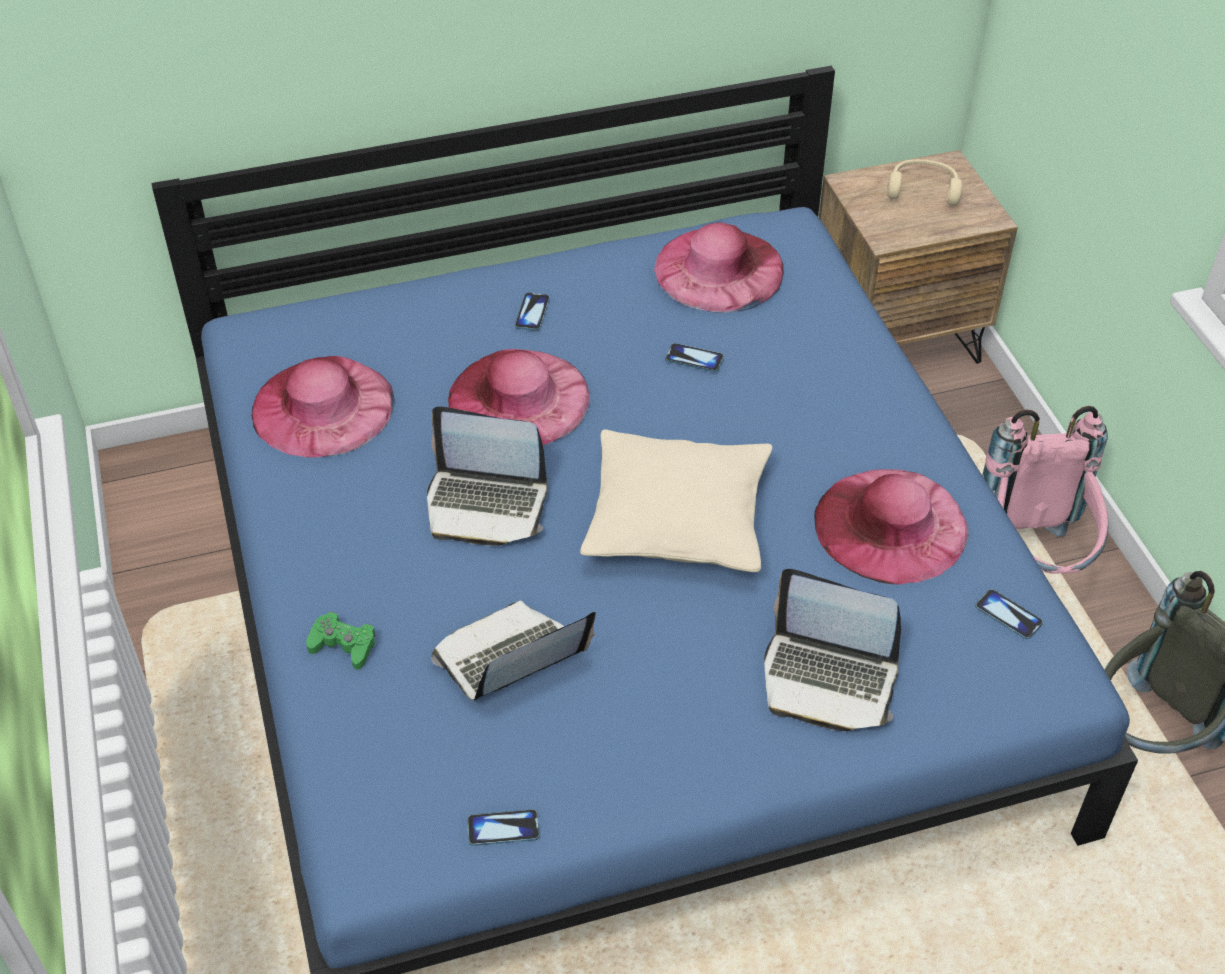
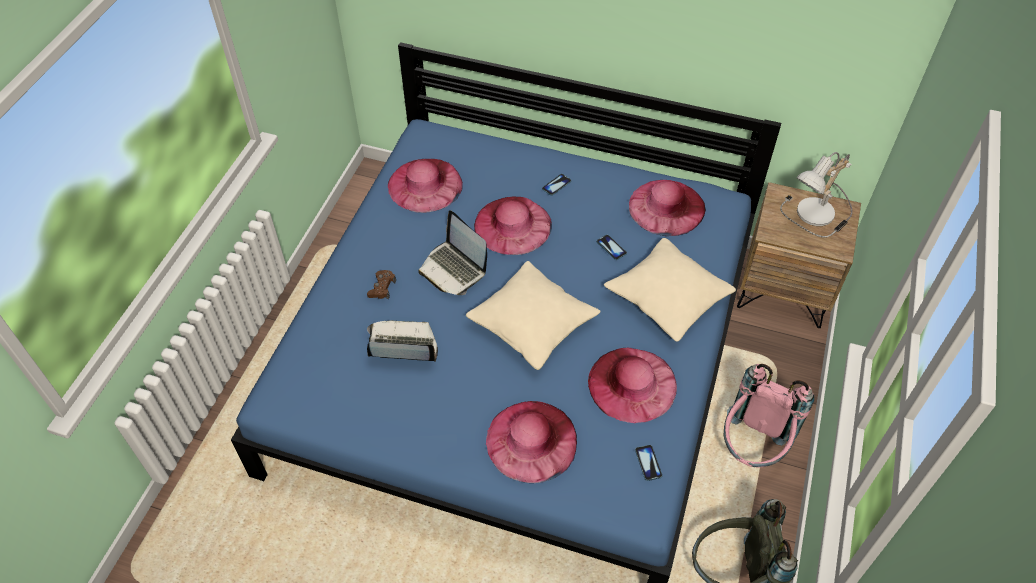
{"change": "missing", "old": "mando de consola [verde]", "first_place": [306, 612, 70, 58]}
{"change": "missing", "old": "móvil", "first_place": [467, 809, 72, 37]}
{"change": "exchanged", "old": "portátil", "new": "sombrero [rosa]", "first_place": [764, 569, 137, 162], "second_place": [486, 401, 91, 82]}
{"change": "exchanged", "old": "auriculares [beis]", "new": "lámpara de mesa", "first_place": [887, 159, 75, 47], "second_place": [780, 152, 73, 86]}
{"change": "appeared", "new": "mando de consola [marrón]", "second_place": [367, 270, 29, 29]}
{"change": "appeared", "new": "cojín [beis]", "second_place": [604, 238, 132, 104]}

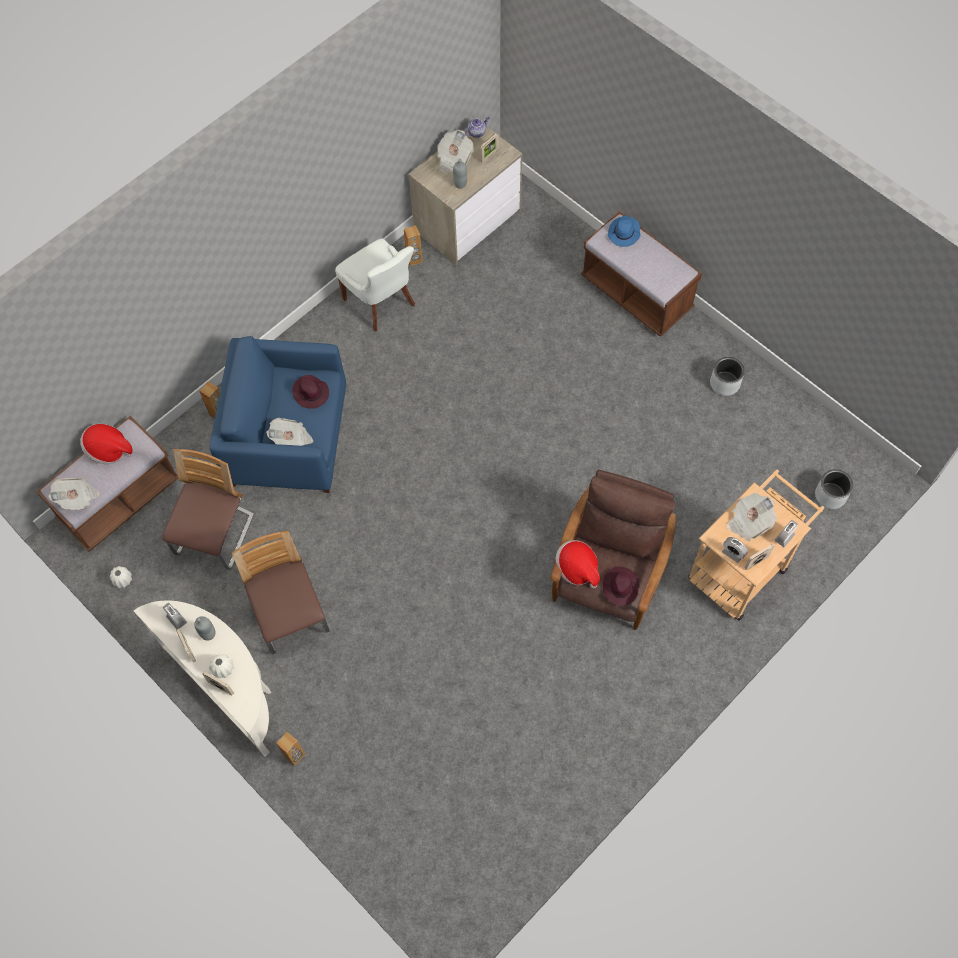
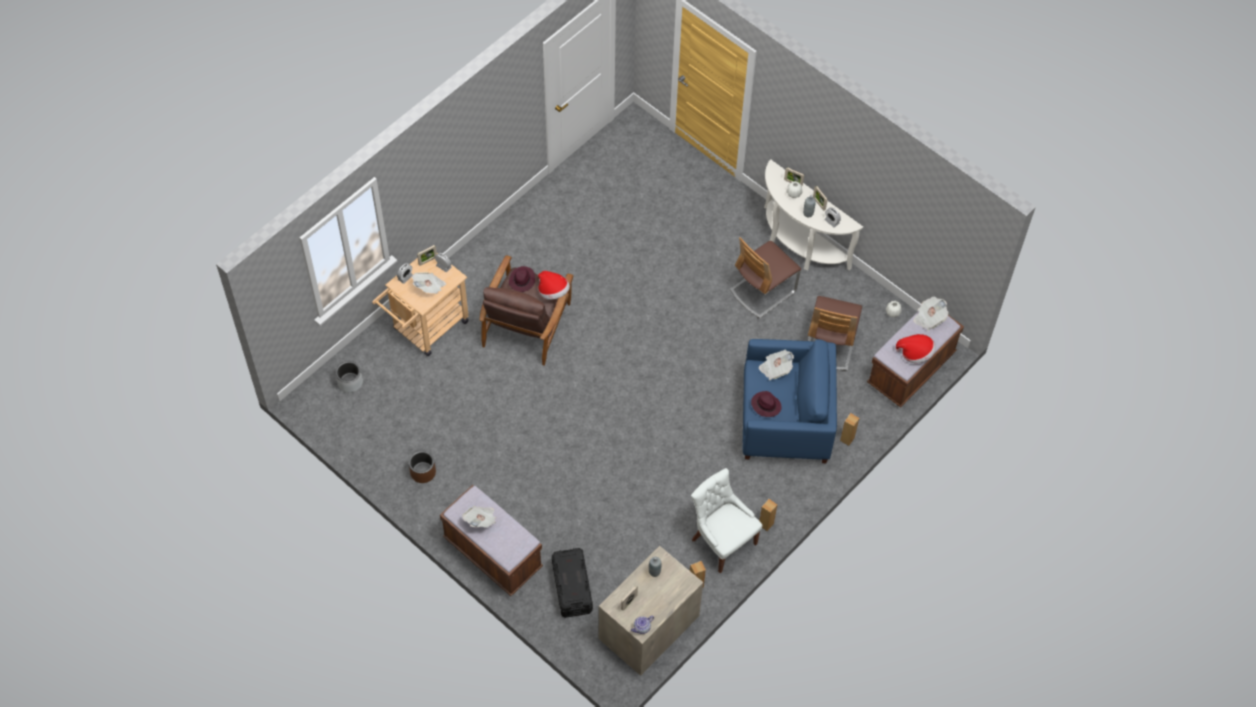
{"change": "spun", "old": "silla", "first_place": [232, 531, 98, 124], "second_place": [730, 237, 71, 81], "degrees": 75}
{"change": "relocated", "old": "altavoz [marrón]", "first_place": [276, 732, 30, 34], "second_place": [759, 499, 18, 32]}
{"change": "relocated", "old": "periódico", "first_place": [437, 130, 37, 42], "second_place": [462, 506, 34, 22]}
{"change": "missing", "old": "sombrero [azul]", "first_place": [608, 216, 33, 31]}
{"change": "colour", "old": "maceta [gris]", "new": "maceta [marrón]", "first_place": [710, 357, 35, 39], "second_place": [409, 451, 27, 32]}
{"change": "appeared", "new": "caja de almacenaje [negro]", "second_place": [552, 548, 41, 70]}

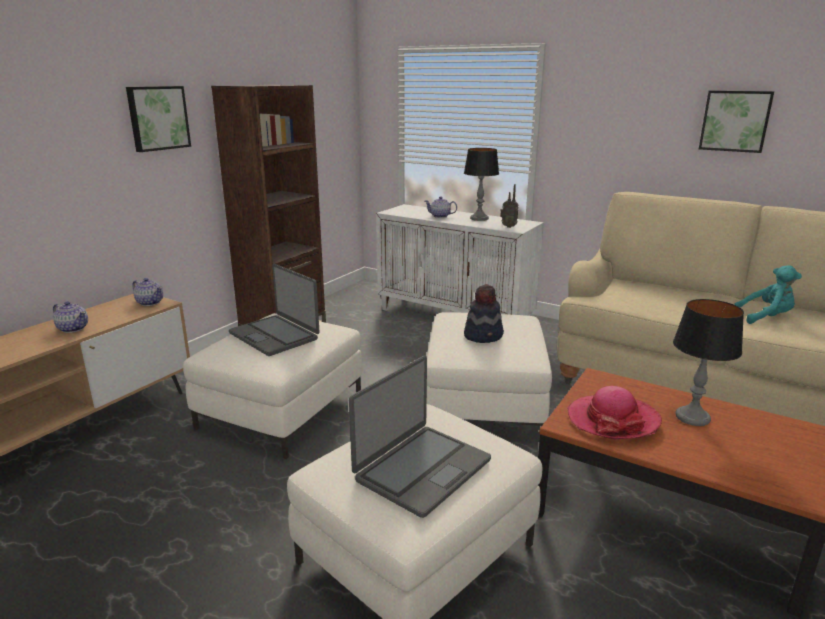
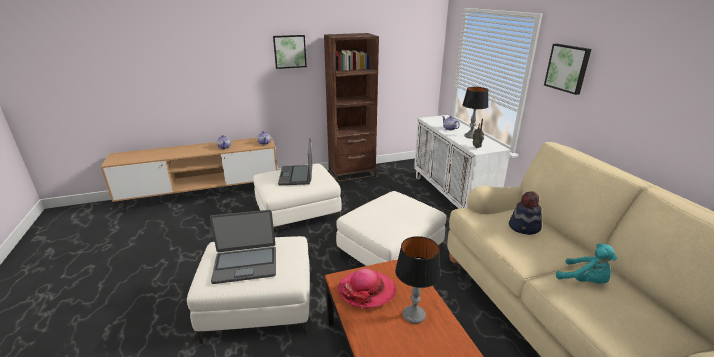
{"change": "relocated", "old": "sombrero", "first_place": [464, 284, 40, 59], "second_place": [509, 191, 33, 44]}
{"change": "relocated", "old": "cuadro", "first_place": [699, 90, 75, 63], "second_place": [544, 44, 47, 51]}

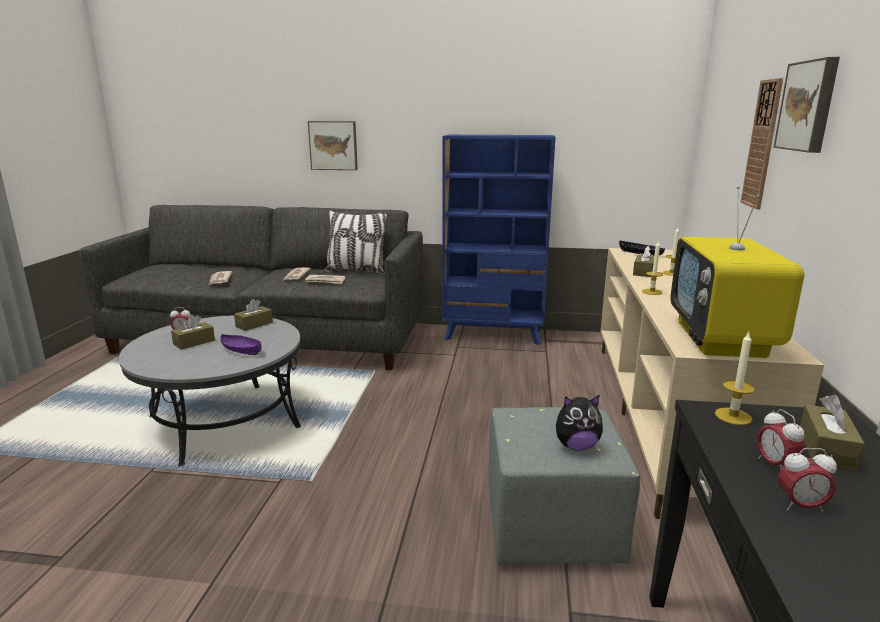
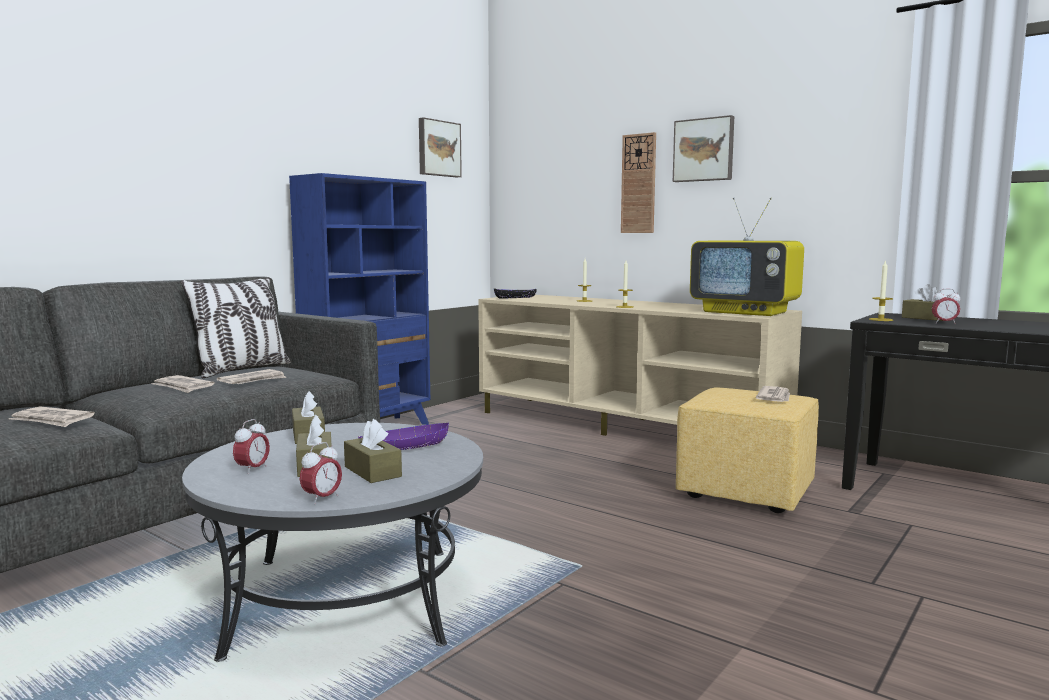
{"change": "relocated", "old": "cuadro", "first_place": [308, 121, 50, 49], "second_place": [419, 117, 43, 60]}
{"change": "colour", "old": "puf [gris]", "new": "puf [amarillo]", "first_place": [488, 407, 152, 157], "second_place": [676, 387, 143, 126]}
{"change": "exchanged", "old": "peluche", "new": "periódico", "first_place": [556, 395, 47, 56], "second_place": [756, 386, 34, 16]}
{"change": "relocated", "old": "caja de pañuelos [marrón]", "first_place": [633, 246, 21, 31], "second_place": [344, 419, 58, 64]}
{"change": "relocated", "old": "despertador", "first_place": [778, 448, 59, 64], "second_place": [300, 442, 42, 62]}

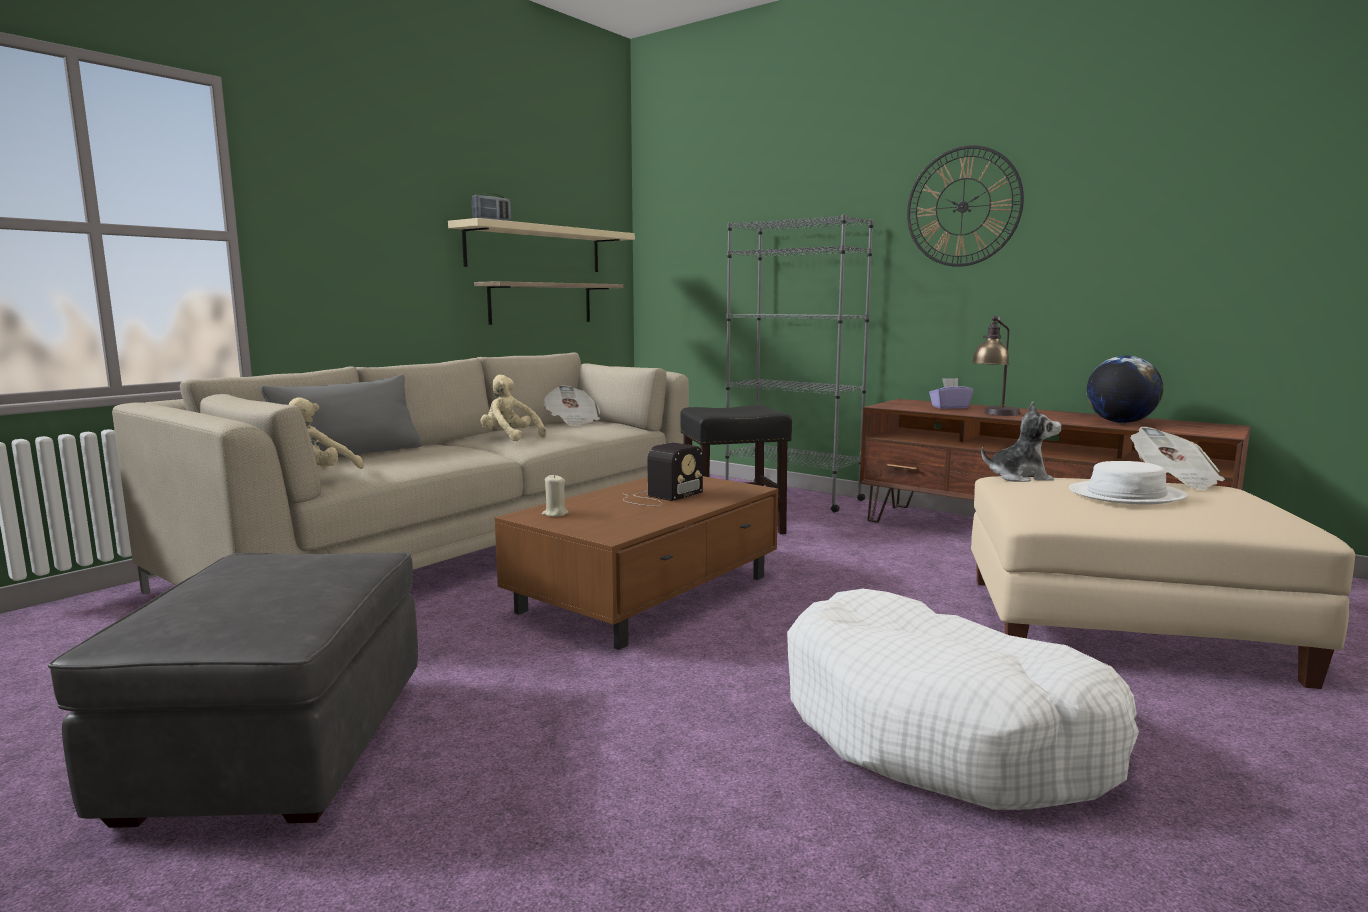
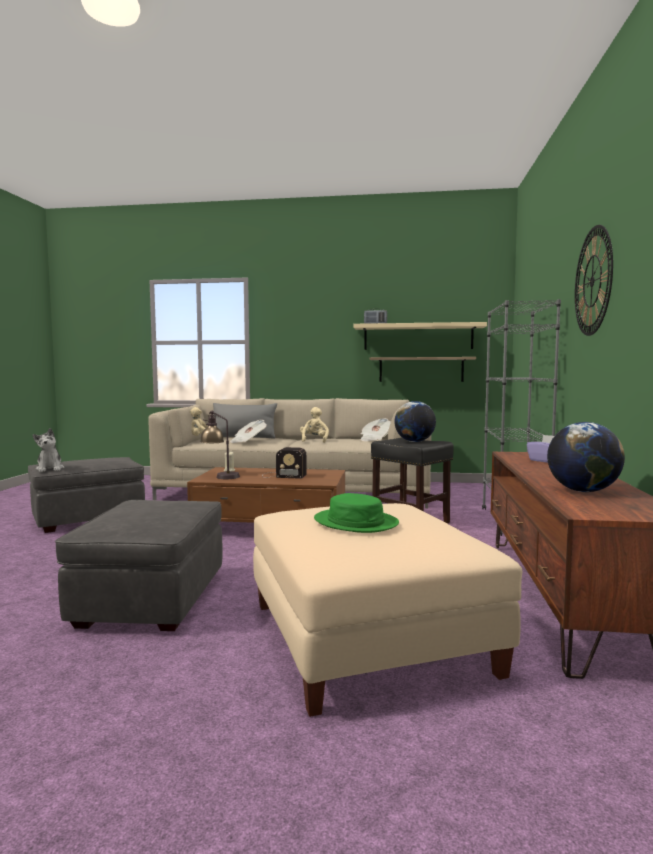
{"change": "exchanged", "old": "cama para perro [blanco]", "new": "puf [gris]", "first_place": [787, 589, 352, 221], "second_place": [55, 500, 167, 131]}
{"change": "relocated", "old": "lámpara de mesa", "first_place": [971, 316, 50, 100], "second_place": [200, 411, 40, 68]}
{"change": "relocated", "old": "peluche", "first_place": [981, 402, 80, 80], "second_place": [33, 428, 31, 44]}
{"change": "colour", "old": "sombrero [blanco]", "new": "sombrero [verde]", "first_place": [1069, 461, 119, 44], "second_place": [314, 493, 85, 40]}
{"change": "relocated", "old": "periódico", "first_place": [1130, 427, 95, 63], "second_place": [230, 420, 37, 23]}
{"change": "appeared", "new": "globo terráqueo", "second_place": [394, 401, 42, 41]}

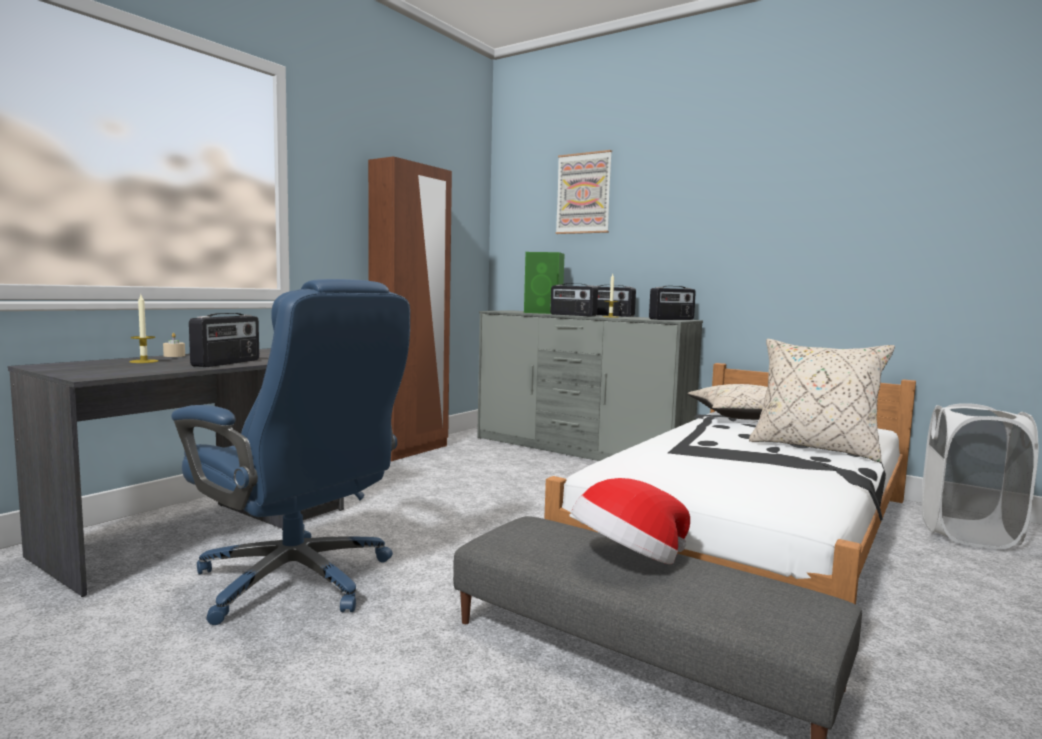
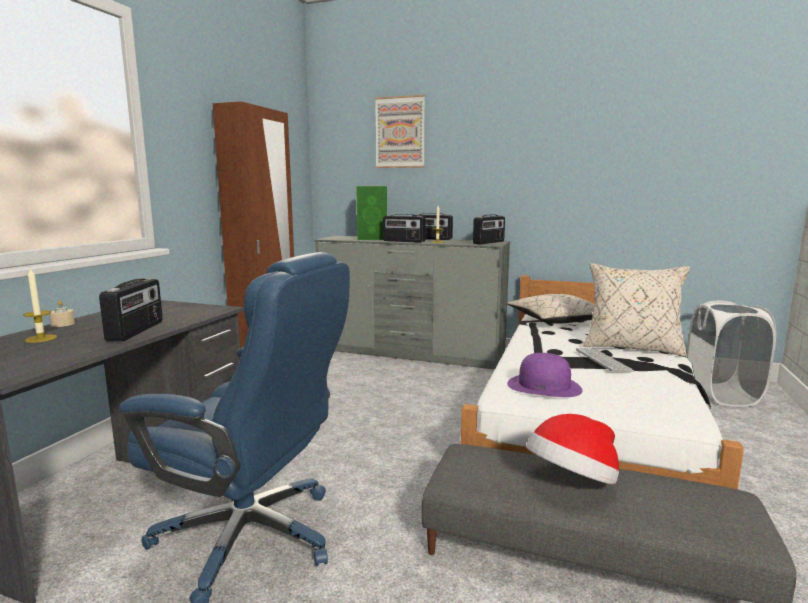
{"change": "appeared", "new": "sombrero [morado]", "second_place": [507, 353, 76, 44]}
{"change": "appeared", "new": "teclado", "second_place": [576, 348, 58, 24]}

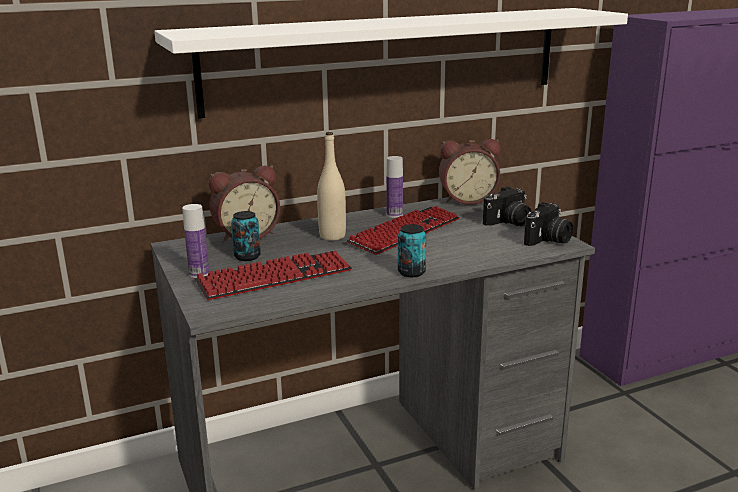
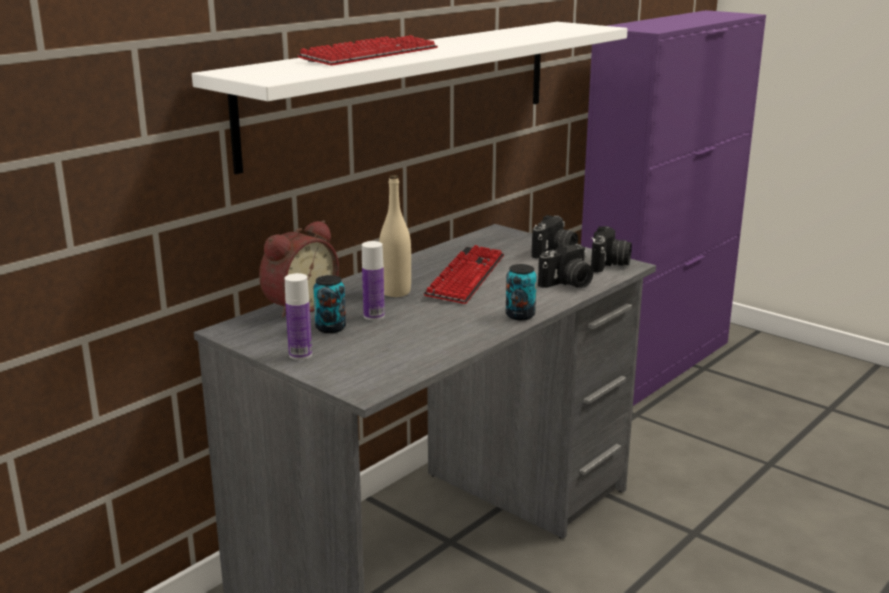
{"change": "relocated", "old": "teclado", "first_place": [195, 251, 157, 49], "second_place": [297, 35, 141, 31]}
{"change": "relocated", "old": "botella", "first_place": [386, 156, 17, 62], "second_place": [362, 241, 23, 79]}
{"change": "missing", "old": "despertador", "first_place": [439, 139, 61, 66]}
{"change": "appeared", "new": "cámara", "second_place": [538, 242, 55, 46]}

